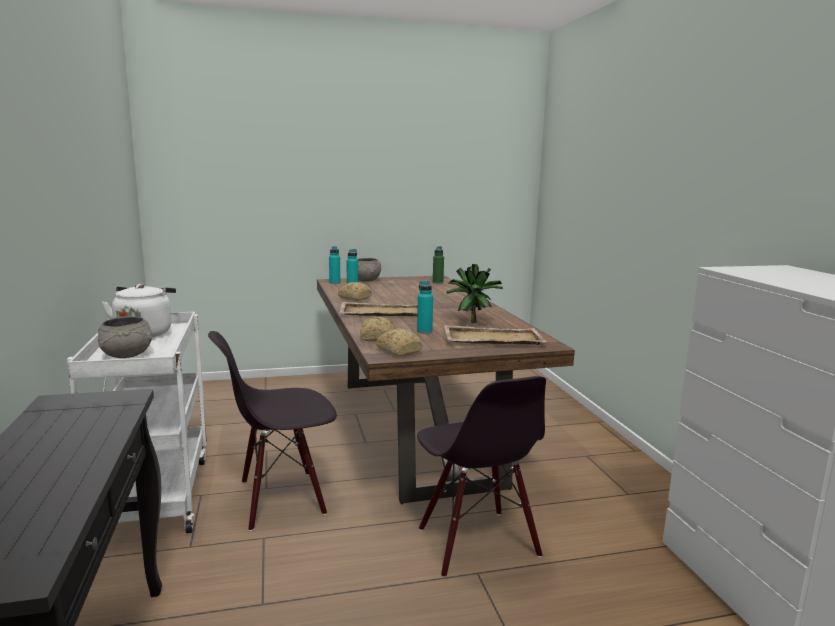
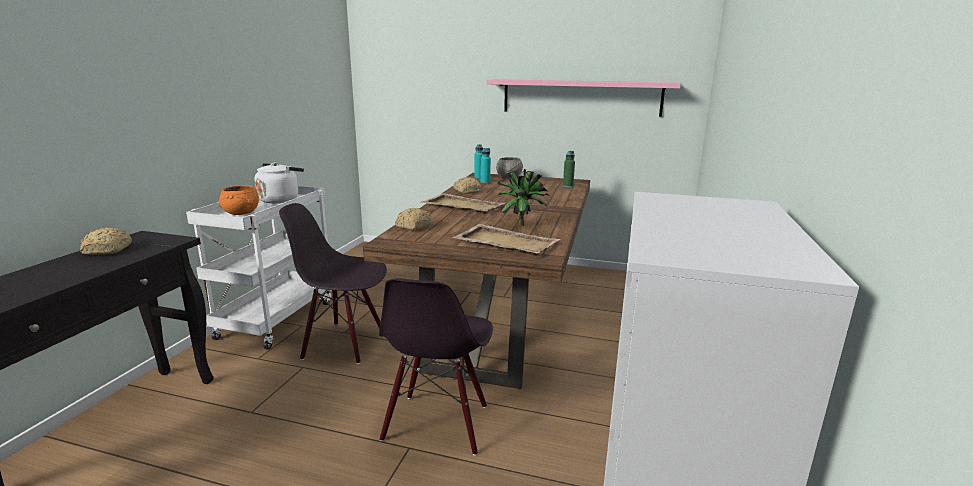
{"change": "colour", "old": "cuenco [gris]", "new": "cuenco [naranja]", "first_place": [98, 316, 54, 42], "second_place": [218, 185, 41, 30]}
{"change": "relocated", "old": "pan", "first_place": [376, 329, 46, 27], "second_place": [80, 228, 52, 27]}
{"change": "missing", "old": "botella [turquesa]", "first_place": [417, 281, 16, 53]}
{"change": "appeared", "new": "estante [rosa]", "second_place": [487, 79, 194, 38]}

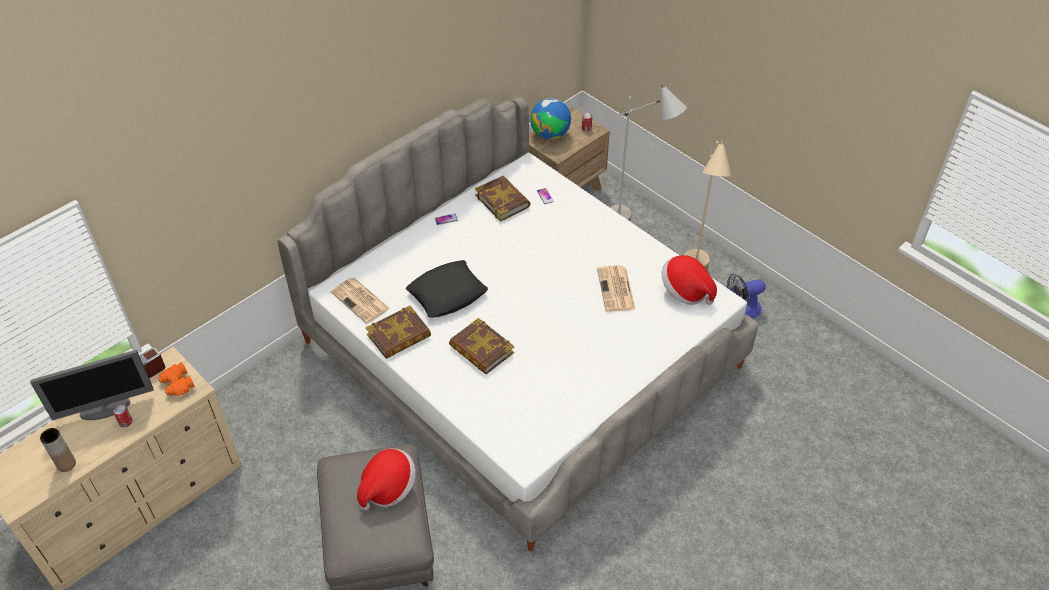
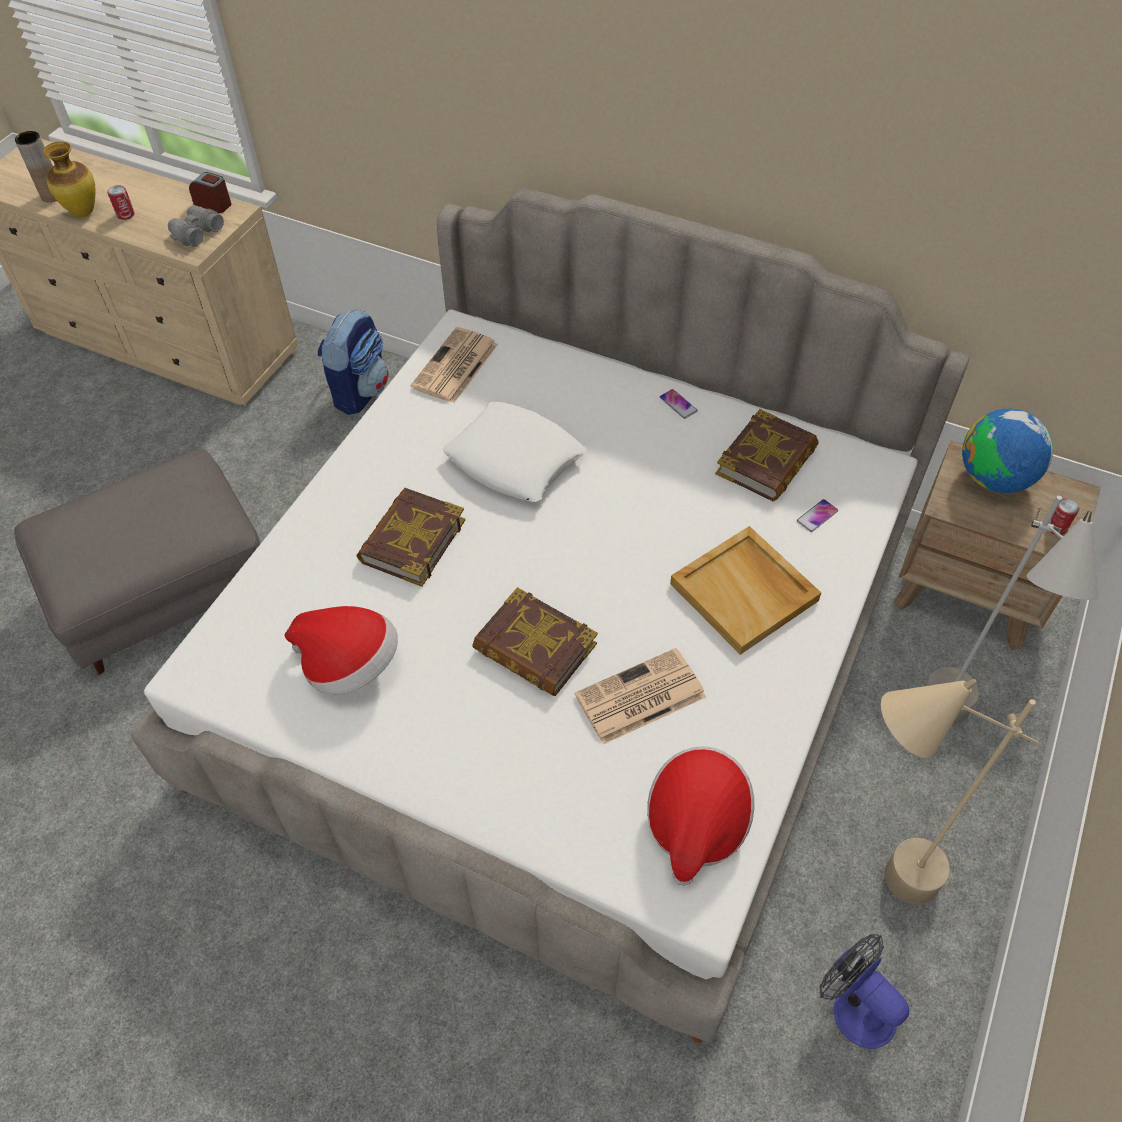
{"change": "missing", "old": "monitor", "first_place": [30, 350, 124, 70]}
{"change": "colour", "old": "prismáticos [naranja]", "new": "prismáticos [gris]", "first_place": [158, 362, 37, 34], "second_place": [168, 205, 56, 42]}
{"change": "relocated", "old": "sombrero", "first_place": [357, 449, 59, 61], "second_place": [285, 606, 113, 89]}
{"change": "relocated", "old": "libro", "first_place": [366, 306, 65, 53], "second_place": [472, 587, 126, 109]}
{"change": "colour", "old": "cojín [negro]", "new": "cojín [blanco]", "first_place": [406, 260, 82, 58], "second_place": [442, 401, 145, 101]}
{"change": "appeared", "new": "florero", "second_place": [43, 142, 52, 75]}
{"change": "appeared", "new": "mochila", "second_place": [318, 309, 71, 106]}
{"change": "appeared", "new": "bandeja [beis]", "second_place": [670, 526, 151, 129]}

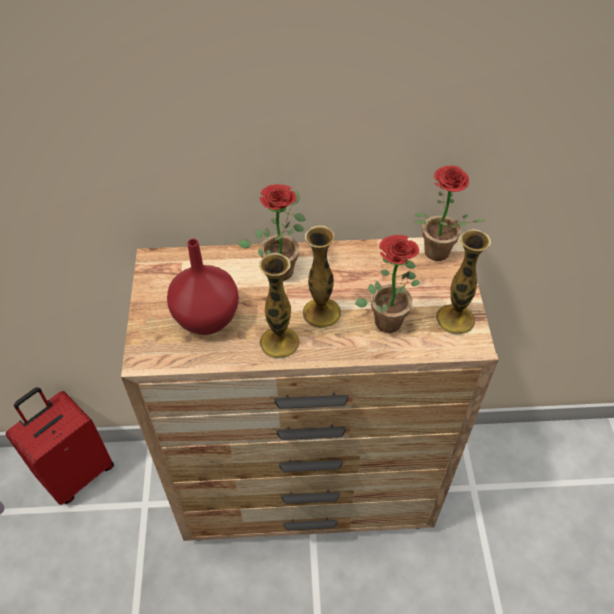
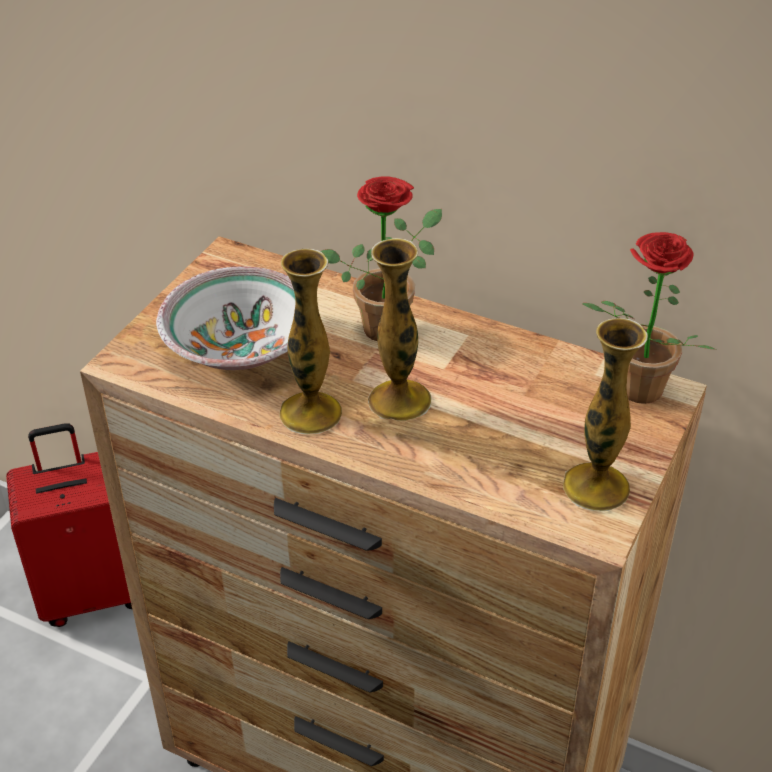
{"change": "exchanged", "old": "florero [rojo]", "new": "cuenco", "first_place": [167, 239, 72, 96], "second_place": [156, 266, 139, 104]}
{"change": "missing", "old": "planta en maceta", "first_place": [355, 235, 65, 98]}

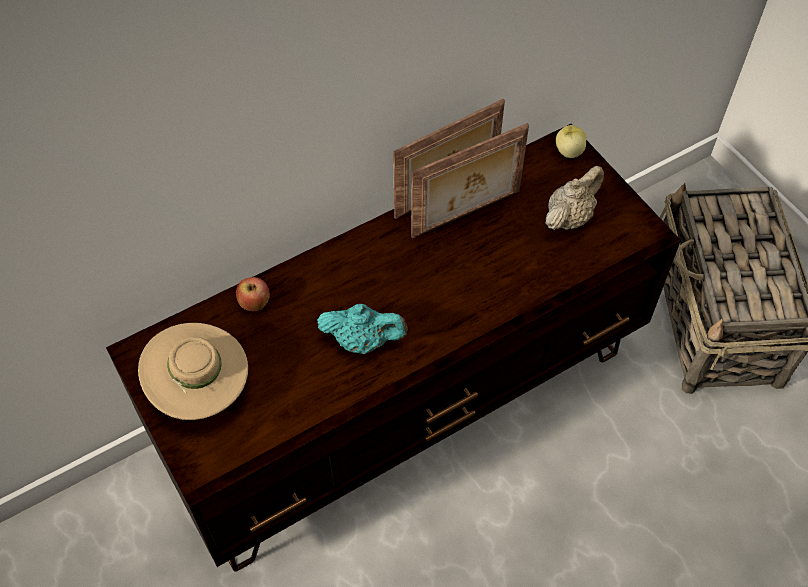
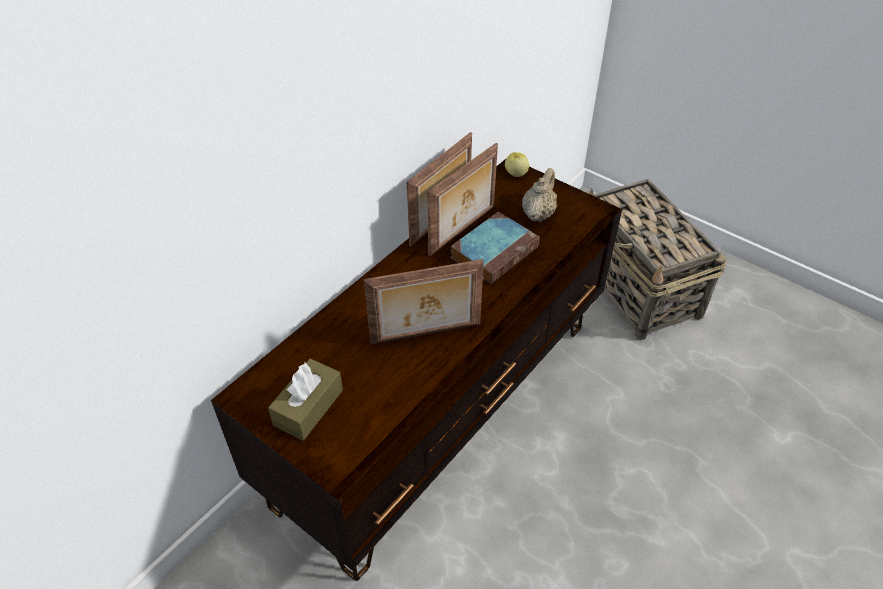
{"change": "exchanged", "old": "sombrero [beis]", "new": "caja de pañuelos [marrón]", "first_place": [138, 323, 110, 97], "second_place": [268, 359, 75, 82]}
{"change": "missing", "old": "manzana", "first_place": [236, 277, 34, 34]}
{"change": "exchanged", "old": "tetera [turquesa]", "new": "portarretratos", "first_place": [317, 304, 91, 50], "second_place": [364, 259, 120, 85]}
{"change": "appeared", "new": "libro", "second_place": [450, 212, 90, 72]}

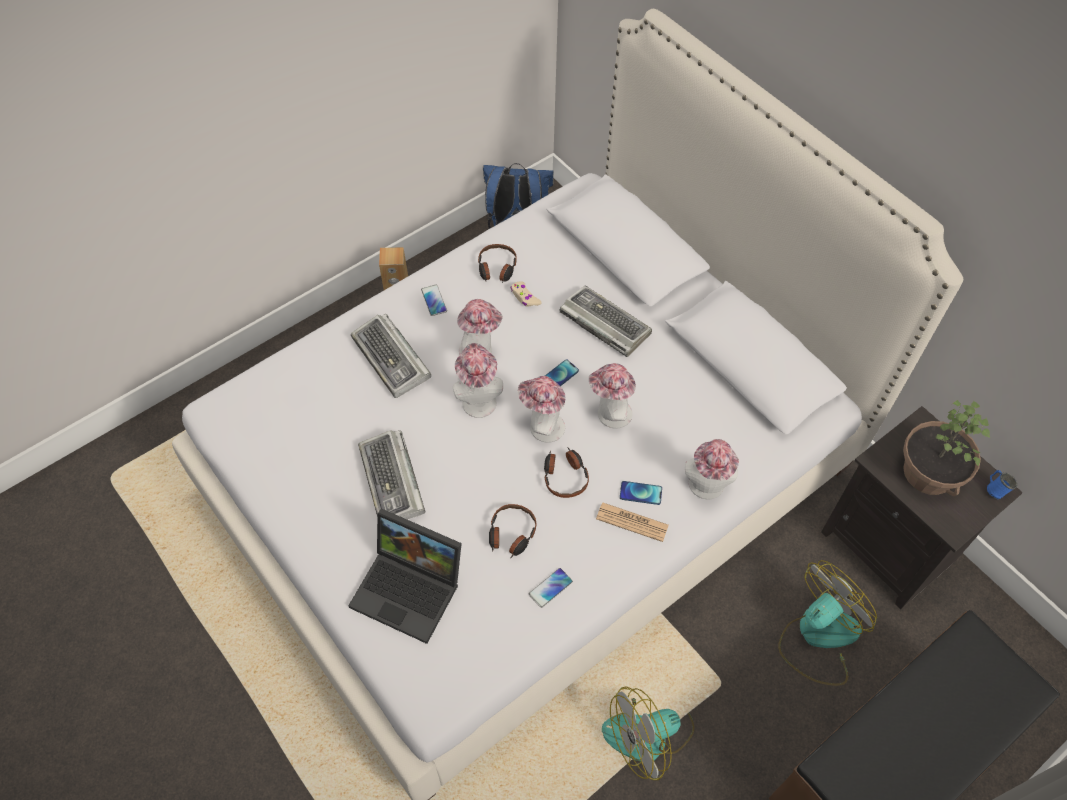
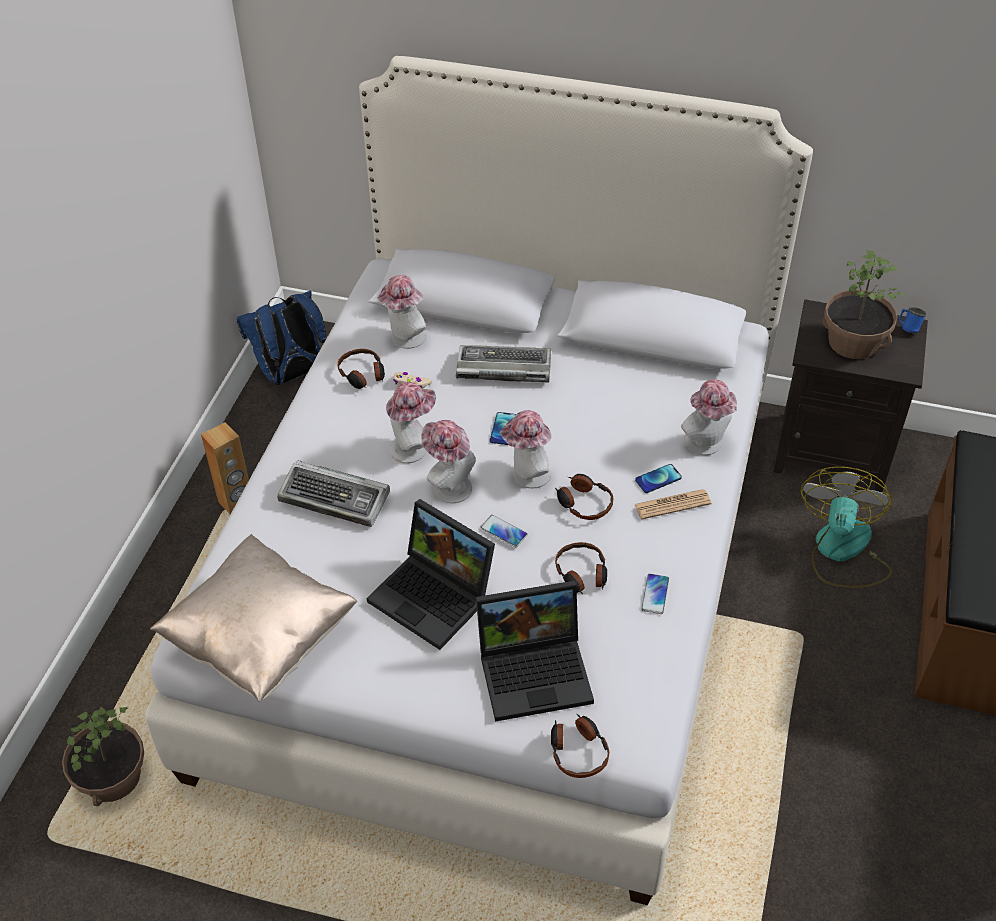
{"change": "exchanged", "old": "teclado", "new": "portátil", "first_place": [358, 430, 67, 89], "second_place": [367, 499, 128, 151]}
{"change": "relocated", "old": "móvil", "first_place": [421, 284, 26, 32], "second_place": [480, 515, 48, 32]}
{"change": "relocated", "old": "sombrero", "first_place": [589, 363, 47, 66], "second_place": [377, 275, 49, 74]}
{"change": "missing", "old": "ventilador", "first_place": [602, 686, 93, 94]}
{"change": "appeared", "new": "planta en maceta", "second_place": [62, 706, 82, 100]}
{"change": "appeared", "new": "cojín [beis]", "second_place": [150, 534, 207, 168]}
{"change": "appeared", "new": "auriculares", "second_place": [551, 714, 58, 64]}

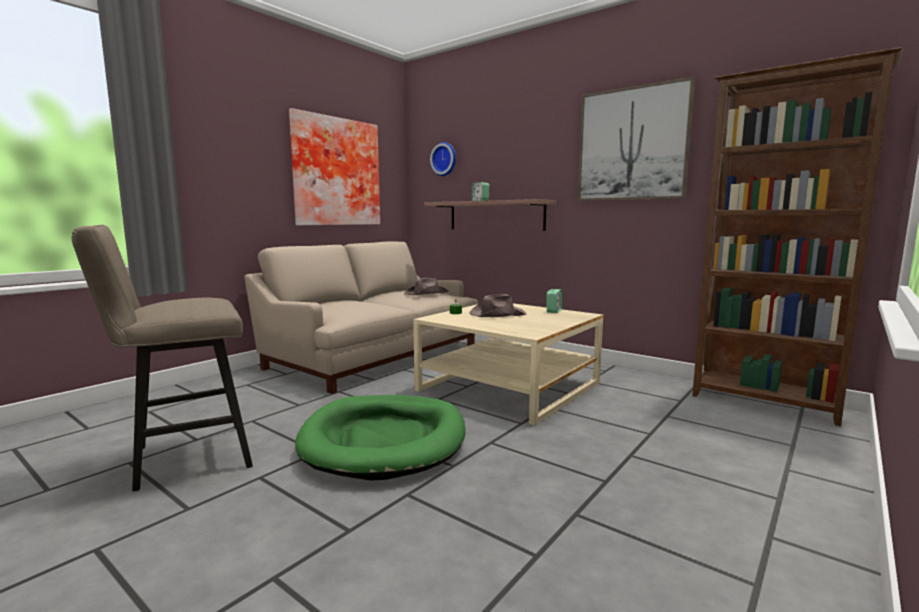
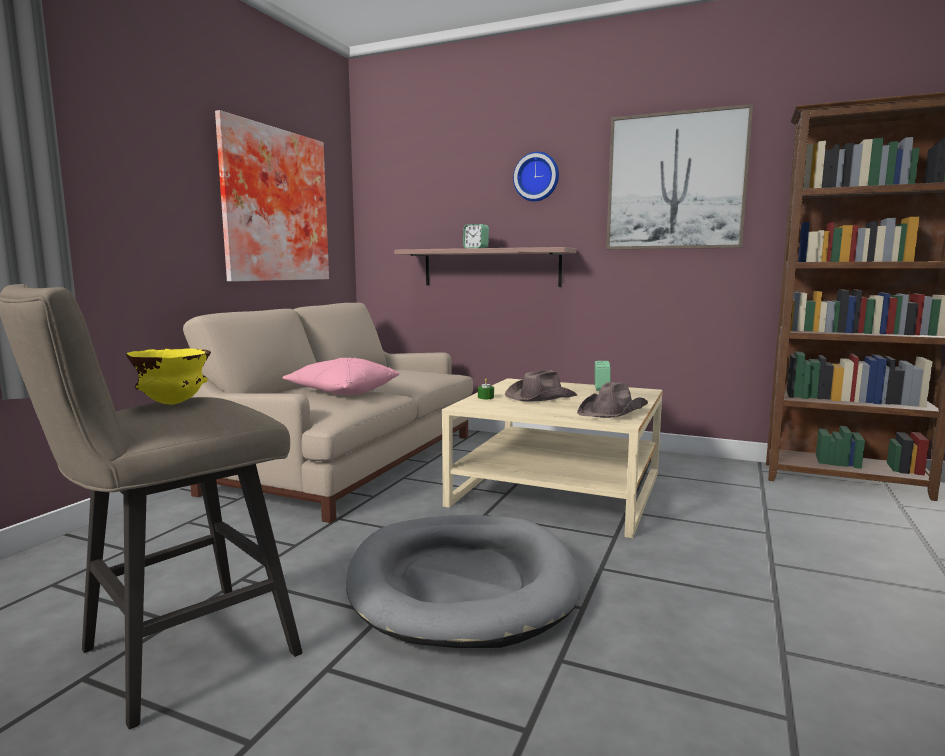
{"change": "colour", "old": "cama para perro [verde]", "new": "cama para perro [gris]", "first_place": [295, 395, 170, 86], "second_place": [346, 515, 235, 133]}
{"change": "relocated", "old": "sombrero [marrón]", "first_place": [404, 278, 45, 17], "second_place": [577, 382, 71, 36]}
{"change": "relocated", "old": "reloj de pared", "first_place": [430, 142, 26, 34], "second_place": [513, 152, 46, 49]}
{"change": "appeared", "new": "cuenco [amarillo]", "second_place": [126, 348, 85, 57]}
{"change": "appeared", "new": "cojín [rosa]", "second_place": [282, 358, 117, 37]}

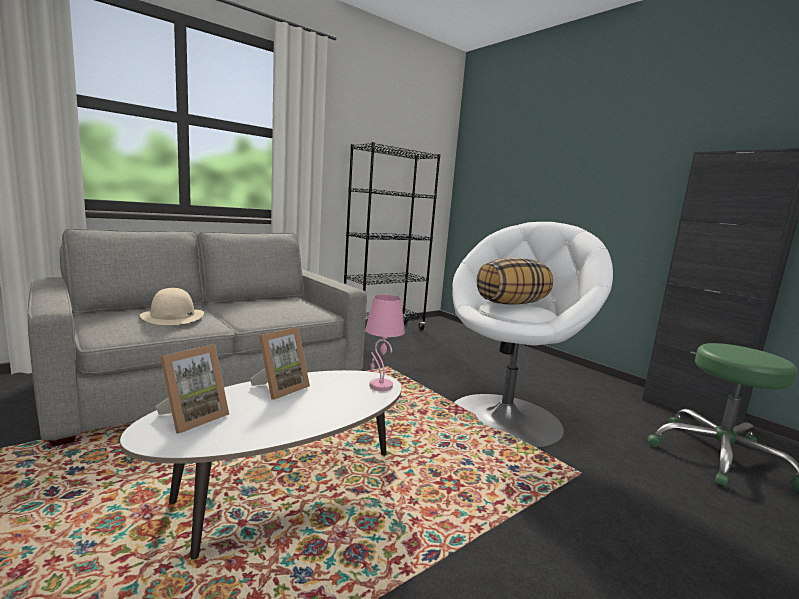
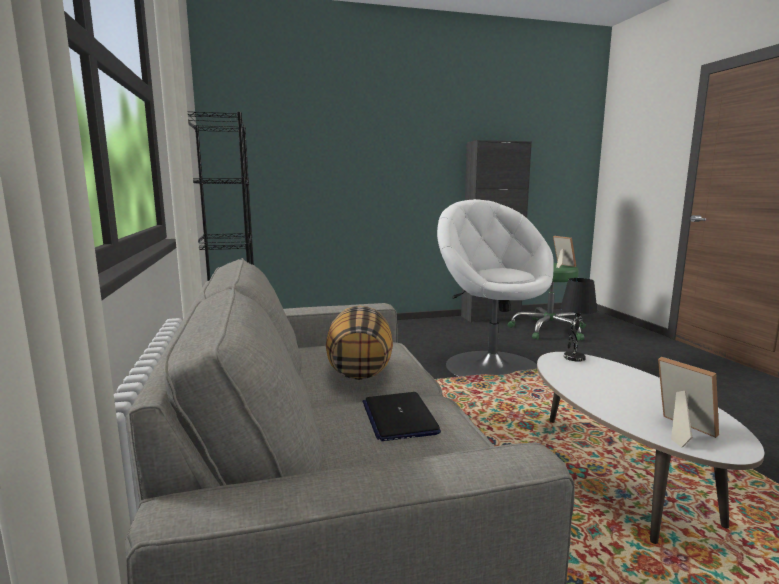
{"change": "exchanged", "old": "sombrero [beis]", "new": "portátil", "first_place": [140, 288, 64, 37], "second_place": [363, 392, 78, 49]}
{"change": "relocated", "old": "portarretratos", "first_place": [250, 327, 60, 73], "second_place": [553, 236, 23, 32]}
{"change": "colour", "old": "lámpara de mesa [rosa]", "new": "lámpara de mesa [negro]", "first_place": [365, 295, 40, 96], "second_place": [561, 278, 36, 83]}
{"change": "relocated", "old": "cojín", "first_place": [476, 258, 77, 47], "second_place": [326, 306, 67, 74]}

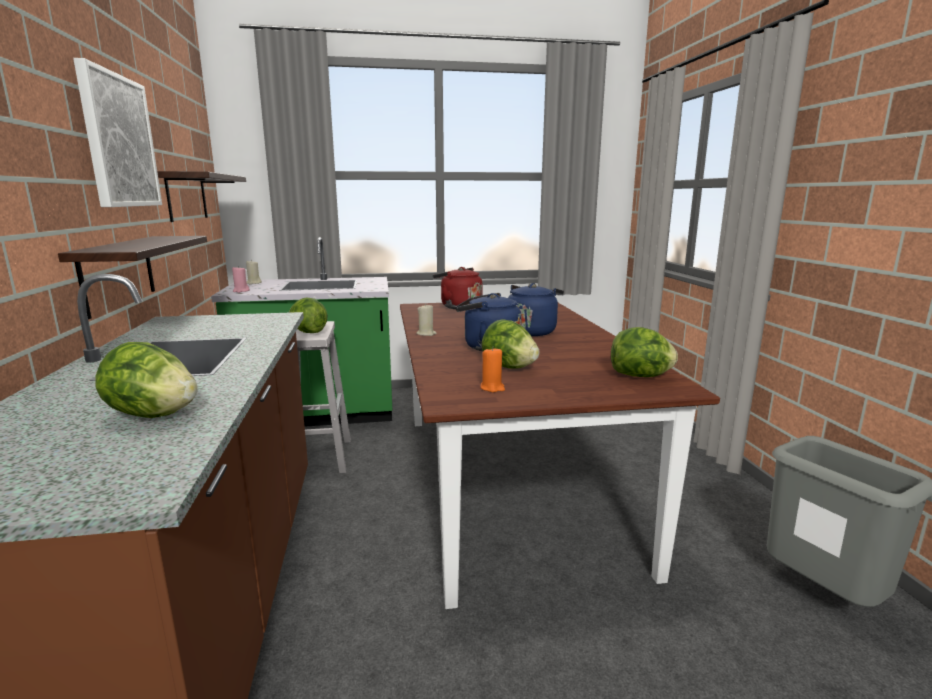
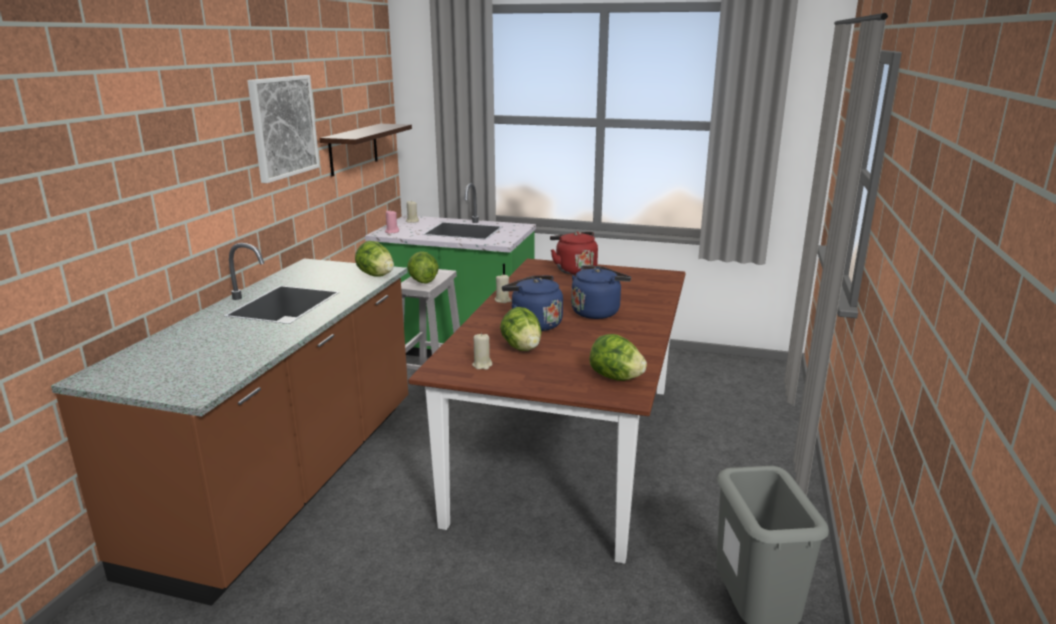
{"change": "missing", "old": "estante", "first_place": [58, 236, 149, 83]}
{"change": "relocated", "old": "lechuga", "first_place": [96, 342, 102, 76], "second_place": [355, 241, 39, 36]}
{"change": "colour", "old": "vela [naranja]", "new": "vela [beis]", "first_place": [480, 347, 25, 45], "second_place": [472, 333, 20, 37]}

